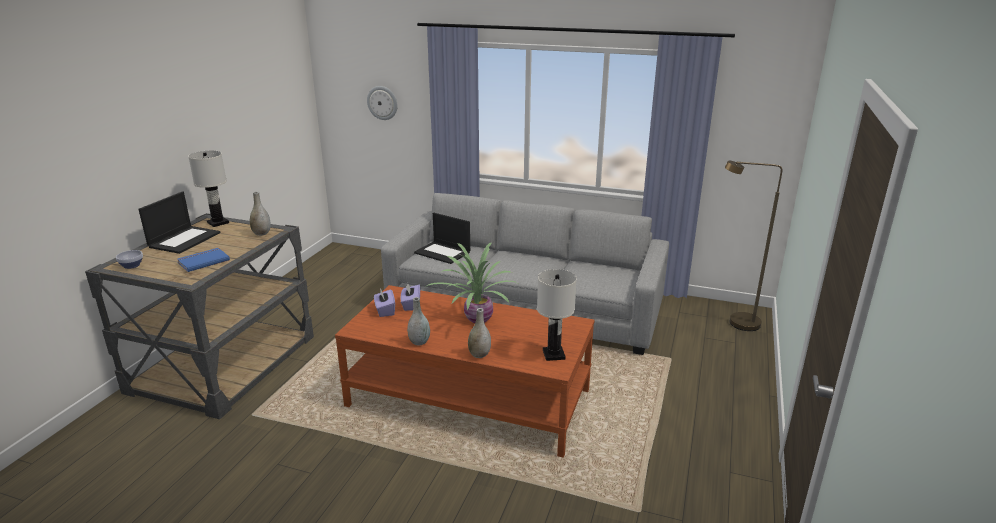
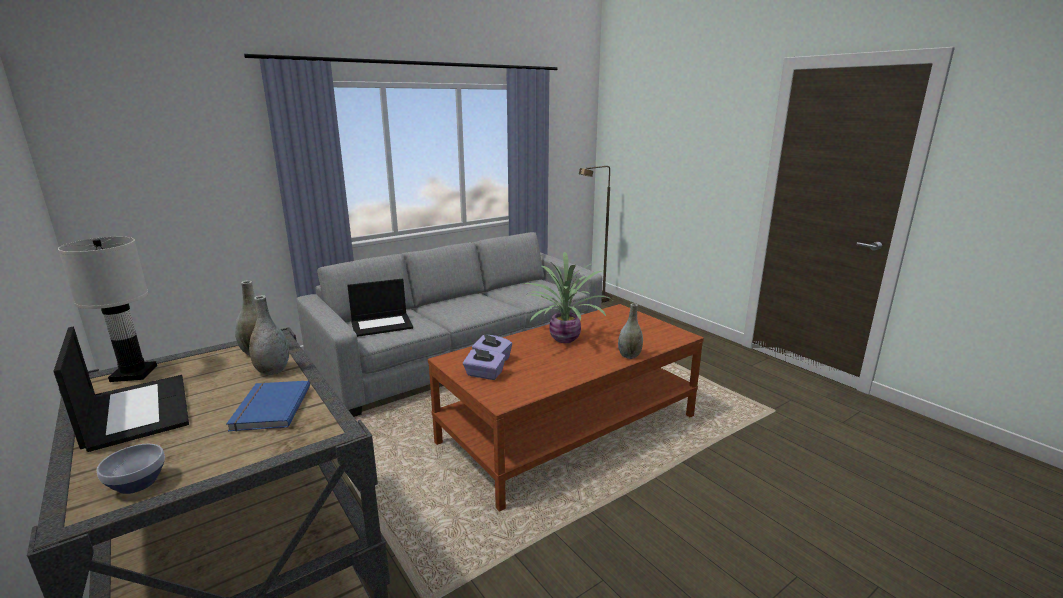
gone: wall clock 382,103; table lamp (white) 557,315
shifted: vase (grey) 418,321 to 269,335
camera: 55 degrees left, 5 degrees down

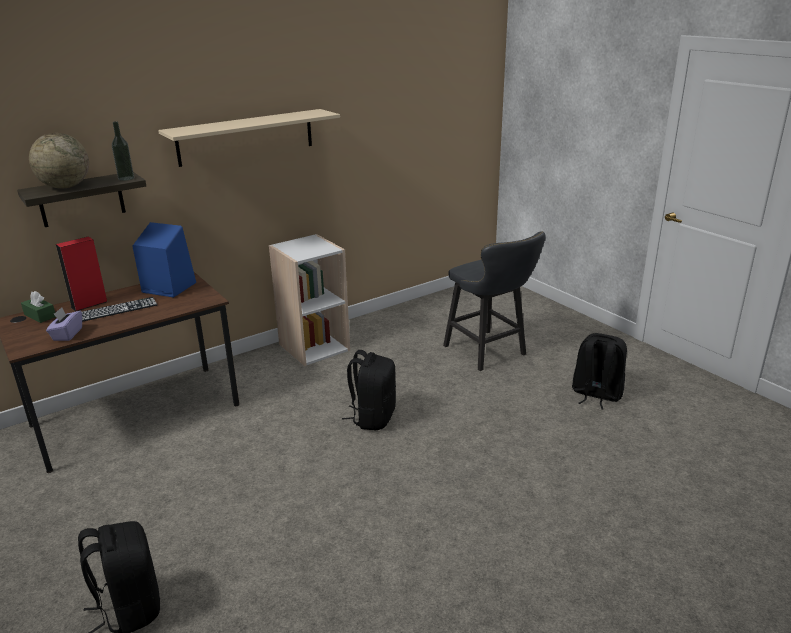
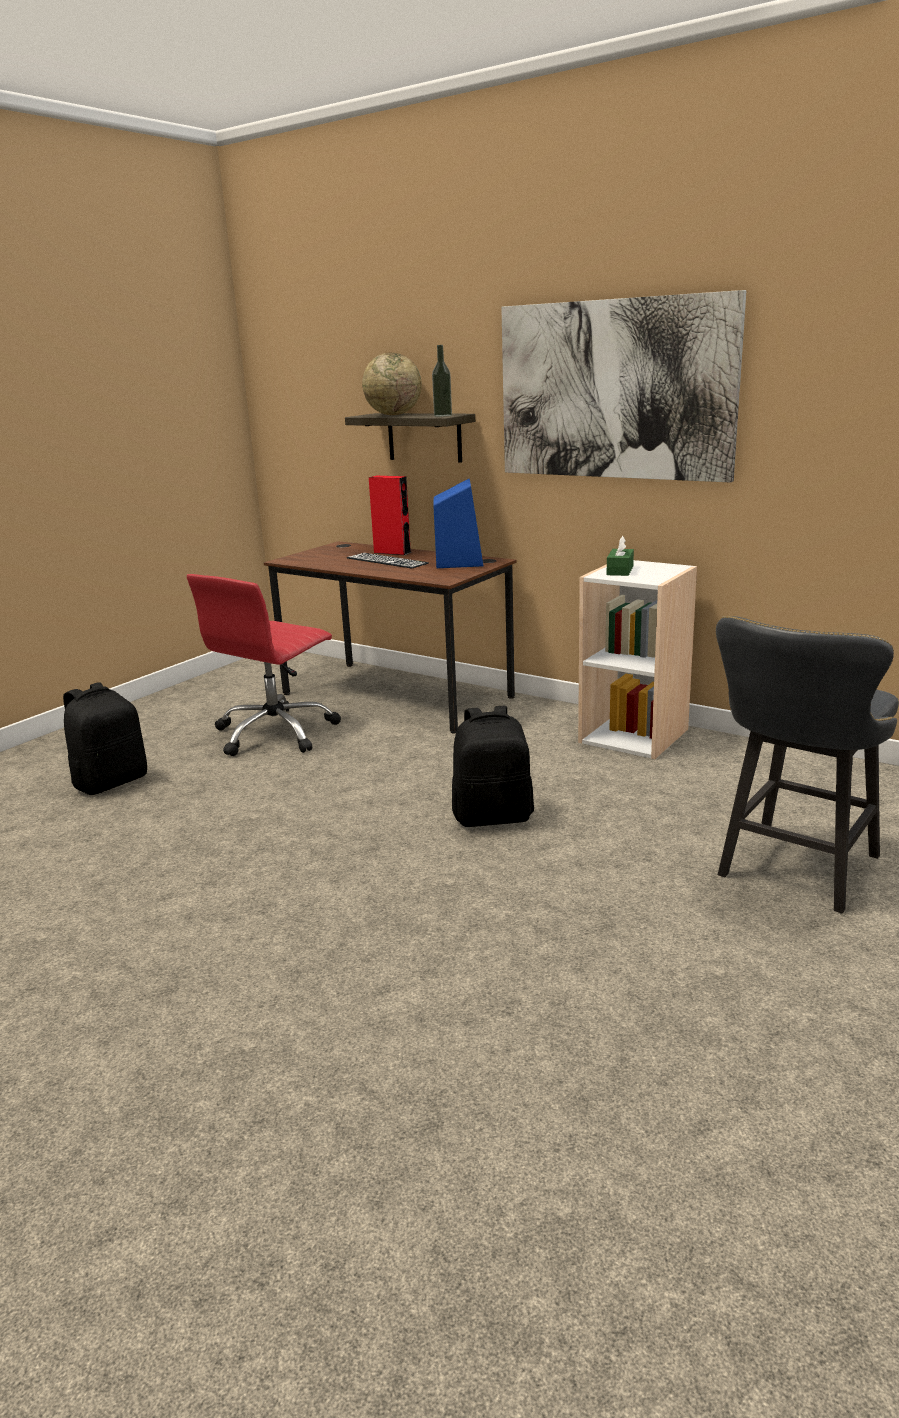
gone: tissue box (purple) 64,324; backpack (black) 599,371
new: office chair (red) 264,665
shifted: tissue box (green) 38,307 to 620,556
swapped: shelf (beige) 249,138 to picture 623,386
camera: 70 degrees right, 5 degrees down

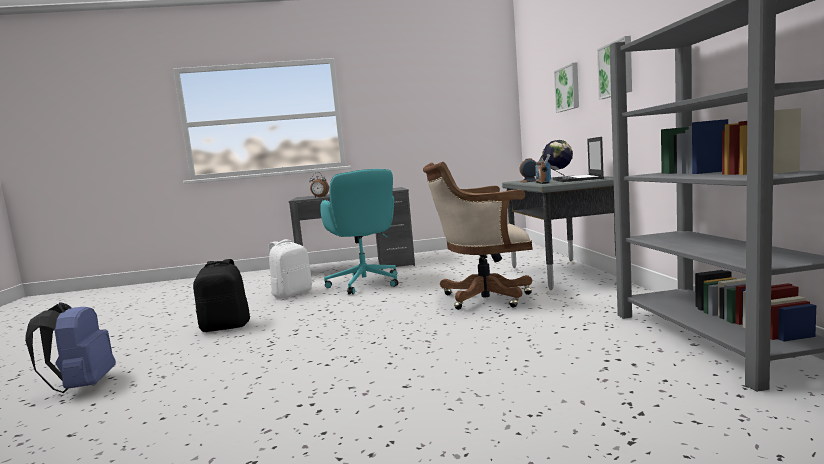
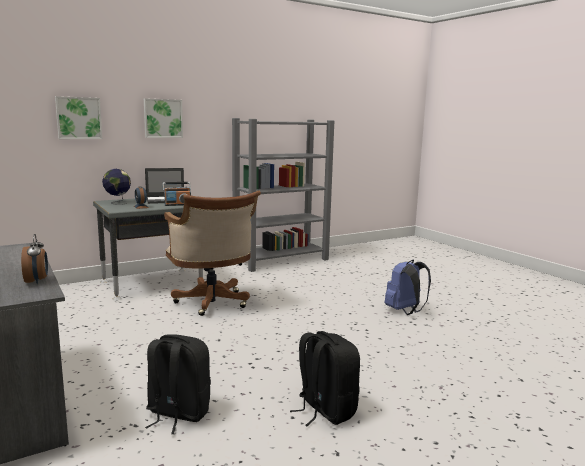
gone: office chair (turquoise) 359,231
shifted: backpack (blue) 70,347 to 407,287
repainted: backpack (white) 290,268 to backpack (black) 178,384
camera: 115 degrees left, 5 degrees up

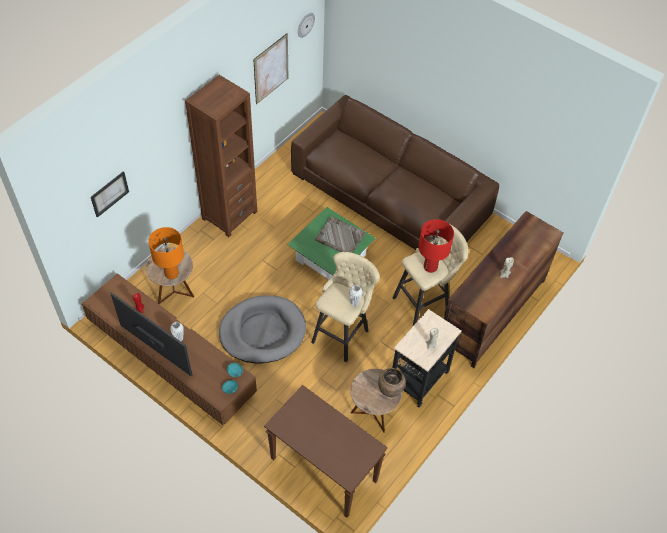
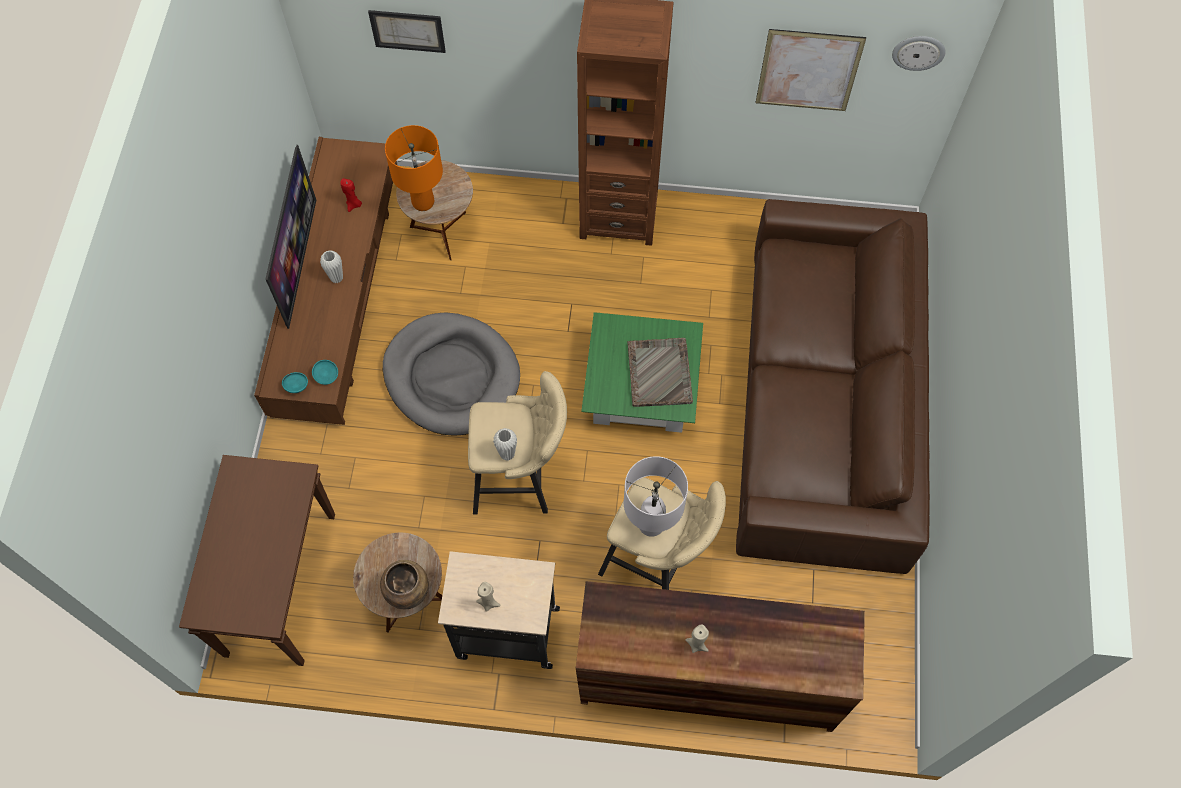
repainted: table lamp (red) 436,246 to table lamp (white) 656,496
camera: 60 degrees right, 10 degrees up

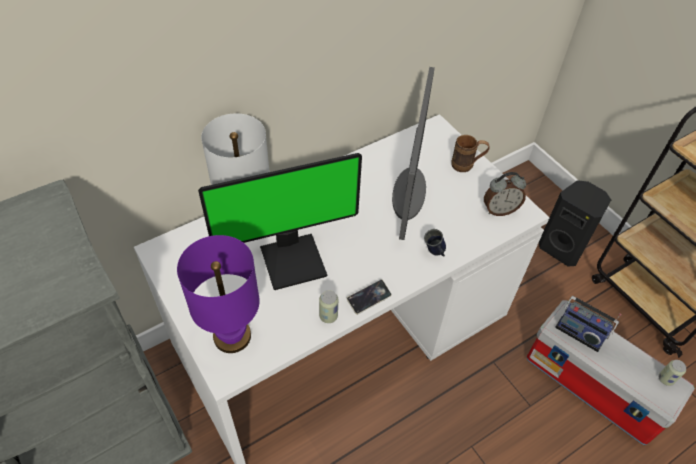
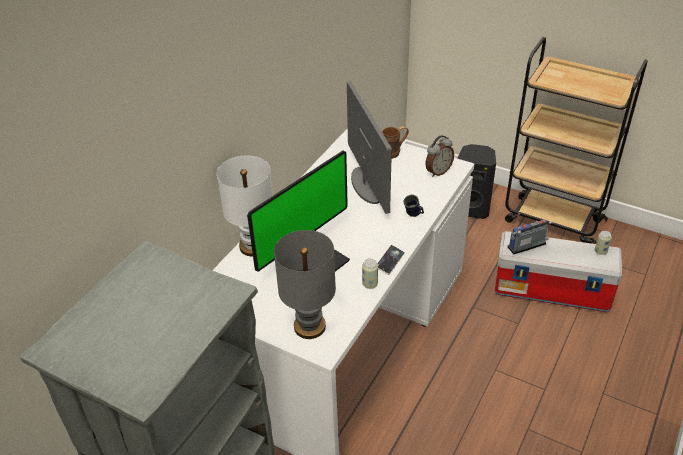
repainted: table lamp (purple) 218,294 to table lamp (grey) 305,284
rotated: radio 588,324 = 530,233 150 degrees clockwise
camera: 25 degrees left, 10 degrees down

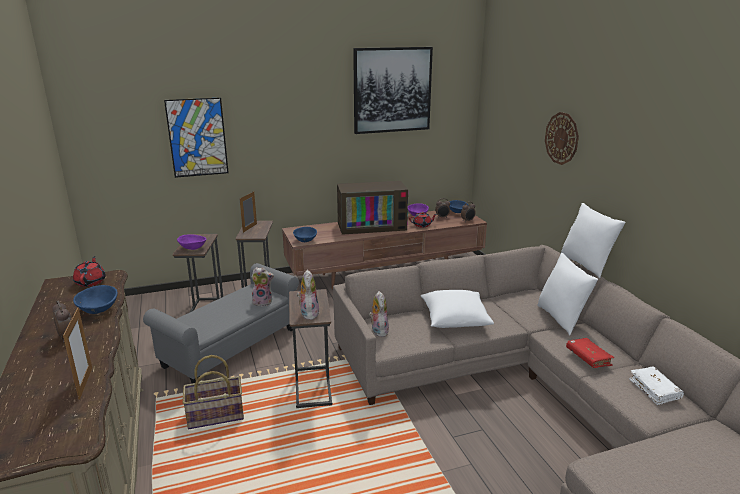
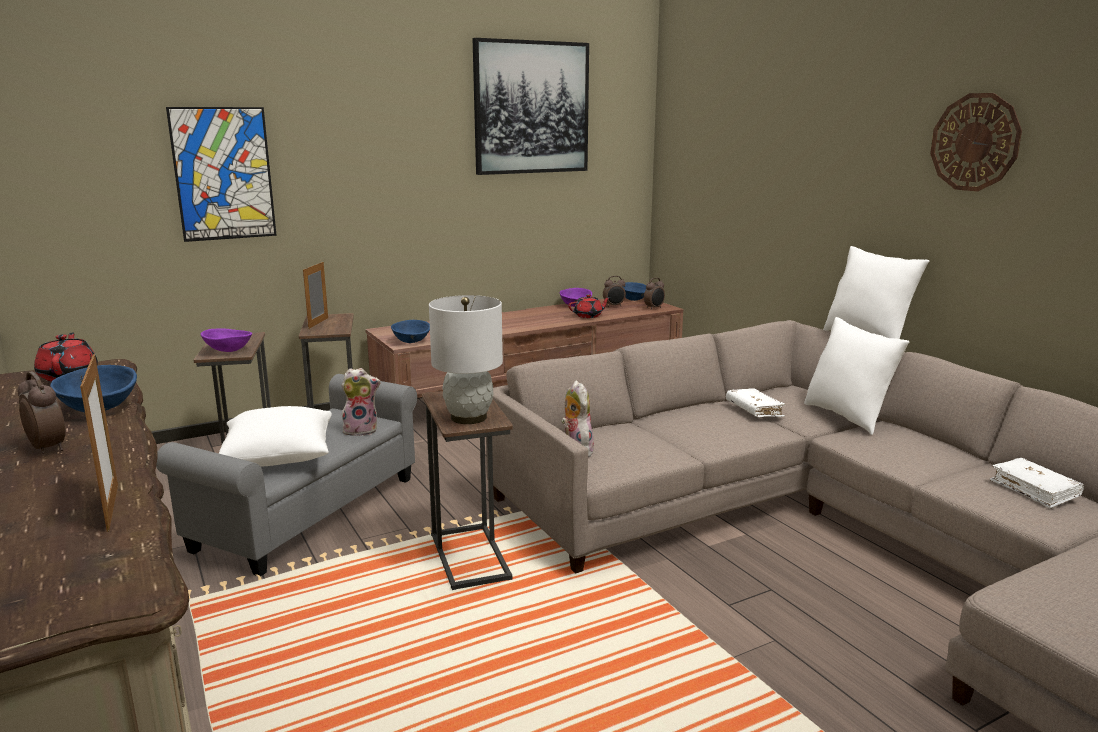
gone: basket 213,392; television 372,208; book (red) 590,353
new: book (white) 756,403
shifted: pillow (white) 457,309 to 275,436; wall clock 562,138 to 976,142
swapped: plush toy 308,294 to table lamp (white) 466,359
camera: 10 degrees left, 5 degrees down

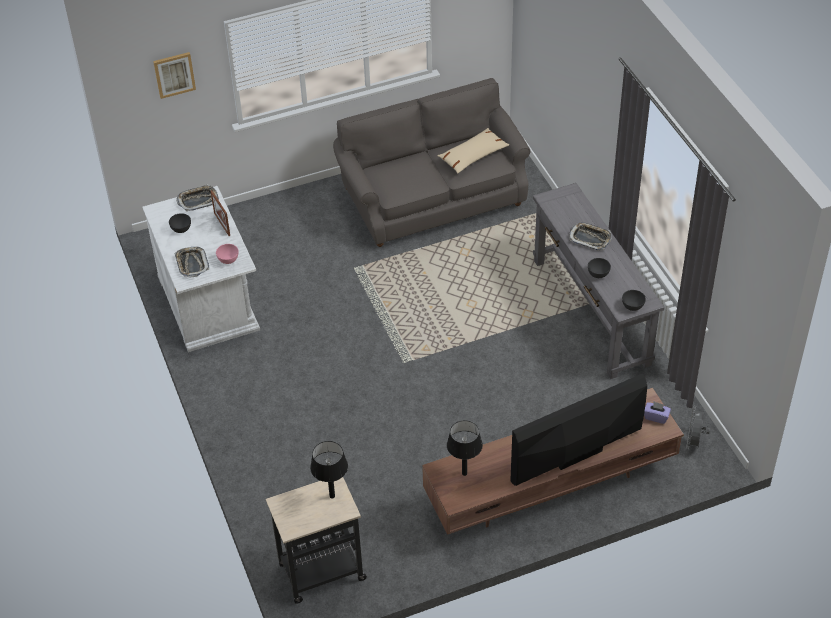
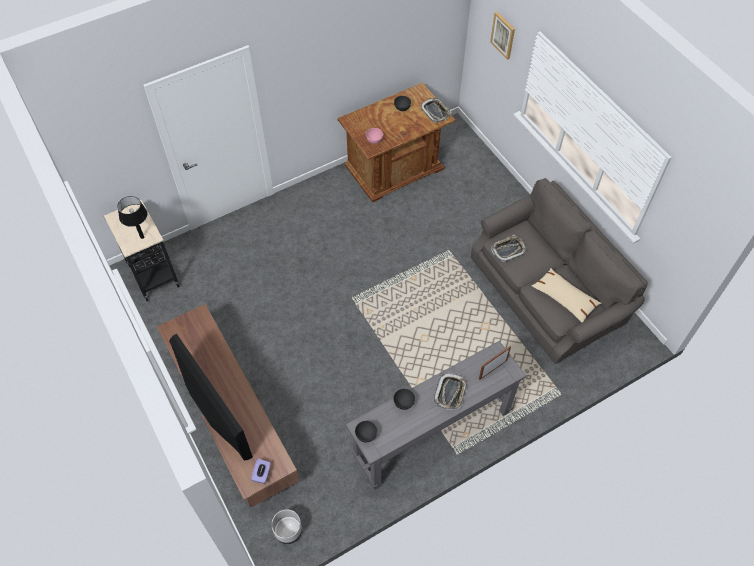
gone: table lamp (black) 465,448
shifted: picture frame 220,213 to 495,363; tray 191,262 to 509,248
swapped: fan (grey) 698,427 to planter (grey) 286,526
repainted: cabinet (white) 201,269 to cabinet (brown) 397,142
camera: 80 degrees right, 10 degrees up

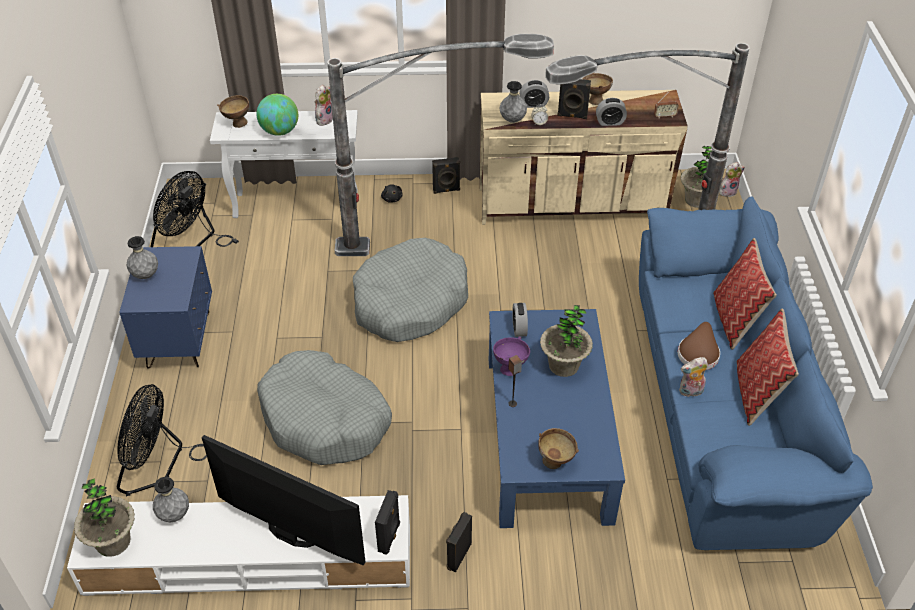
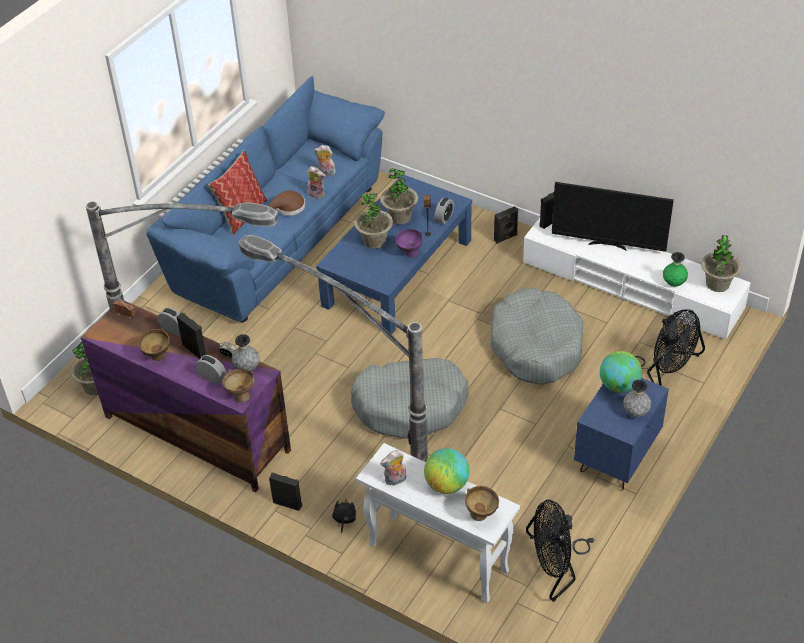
gone: pillow 768,367
new: potted plant 399,196; globe 621,372
shifted: bowl (brown) 558,448 to 238,386; plush toy 732,179 to 325,160; alarm clock 520,320 to 444,211
repainted: cabinet (beige) 583,157 to cabinet (purple) 185,395; vase (grey) 171,499 to vase (green) 675,269
rotated: fan (black) 195,209 = 560,551 105 degrees clockwise; television 283,500 = 613,217 45 degrees counterclockwise
camera: 145 degrees left, 0 degrees up

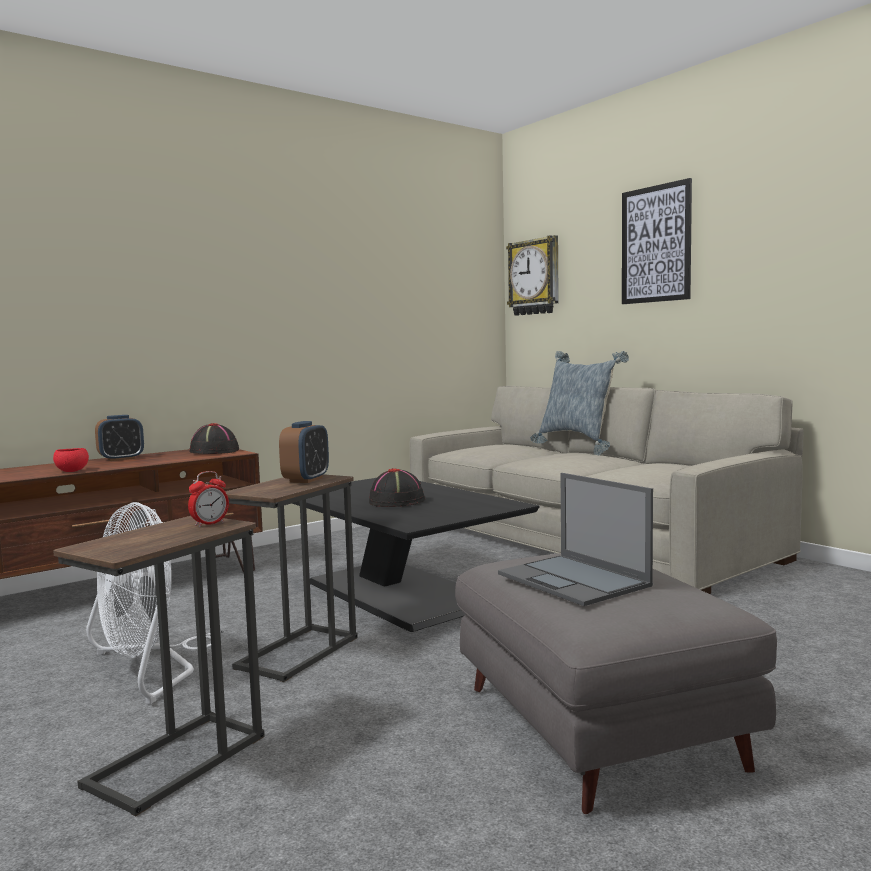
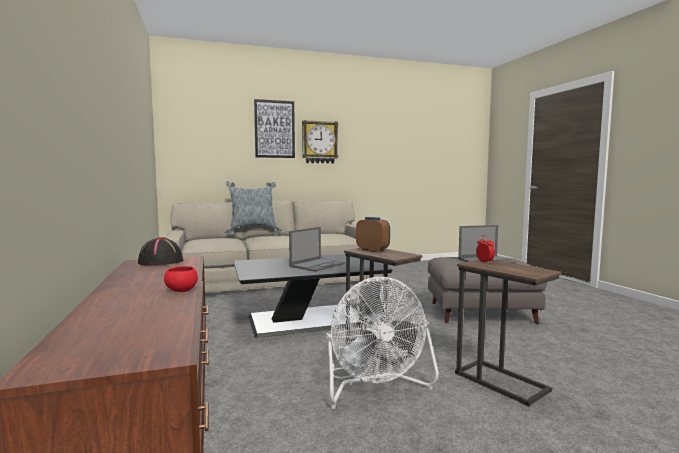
gone: alarm clock 119,438
shifted: wall clock 532,275 to 320,142
swapped: hat (black) 397,487 to laptop 317,249
camera: 70 degrees left, 0 degrees up

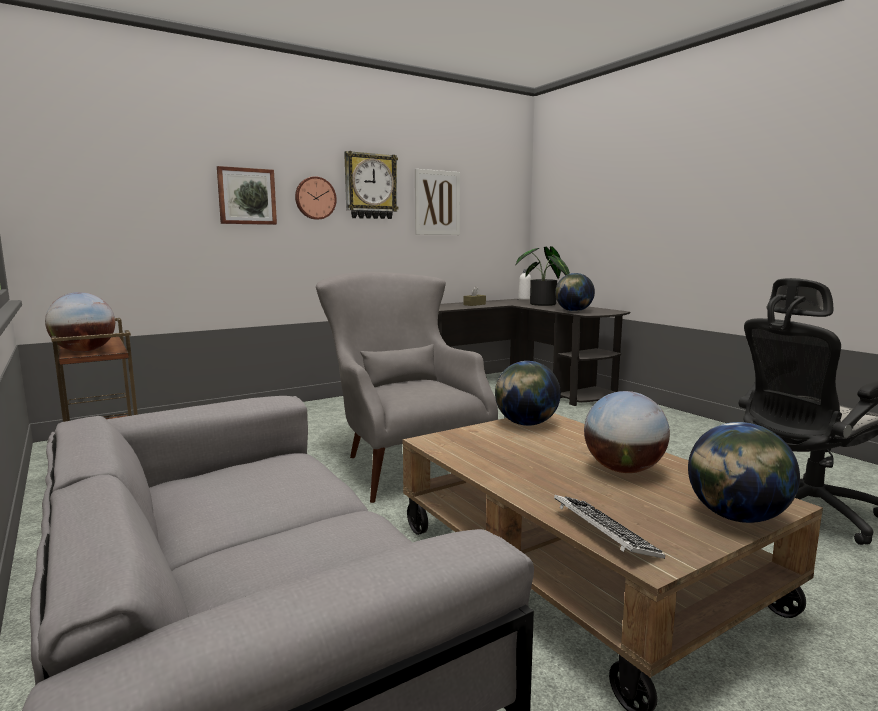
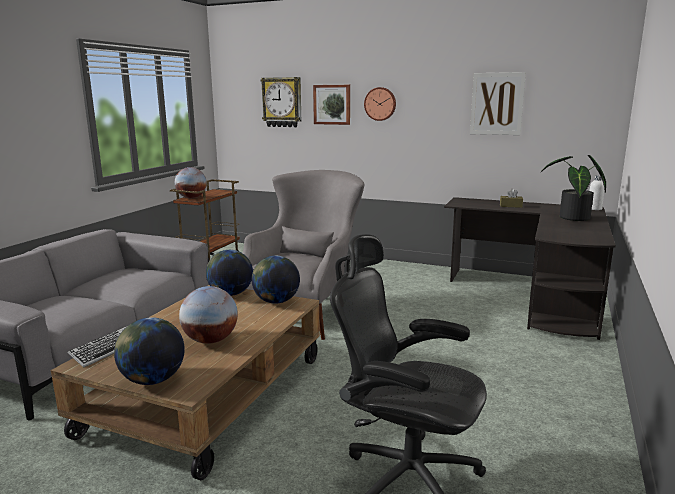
shifted: globe 575,292 to 229,273; wall clock 371,185 to 280,102
camera: 55 degrees right, 5 degrees up

